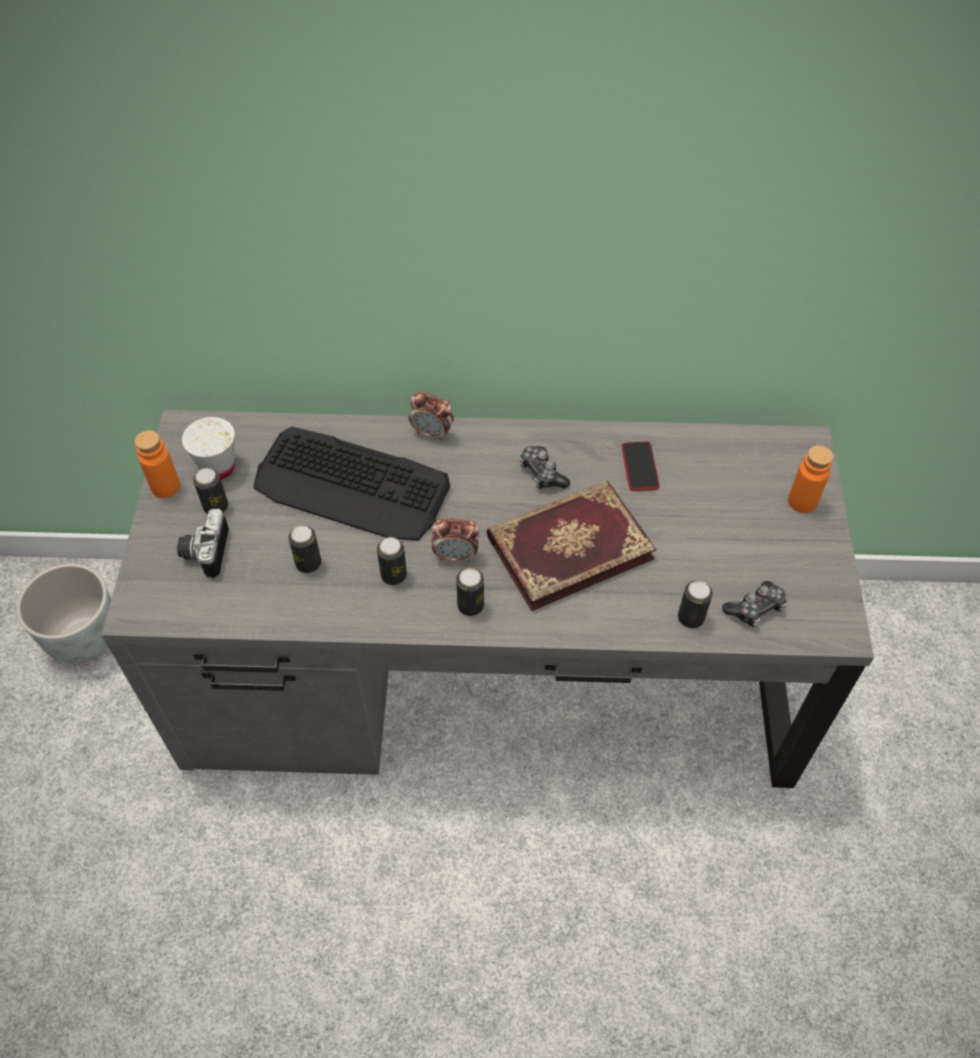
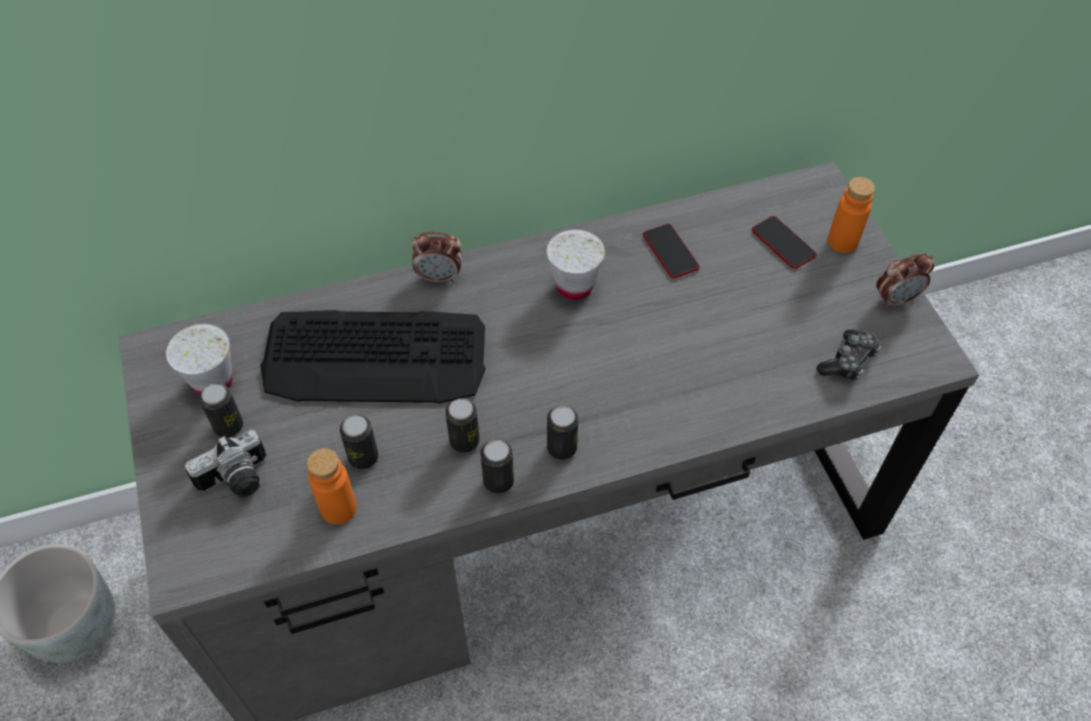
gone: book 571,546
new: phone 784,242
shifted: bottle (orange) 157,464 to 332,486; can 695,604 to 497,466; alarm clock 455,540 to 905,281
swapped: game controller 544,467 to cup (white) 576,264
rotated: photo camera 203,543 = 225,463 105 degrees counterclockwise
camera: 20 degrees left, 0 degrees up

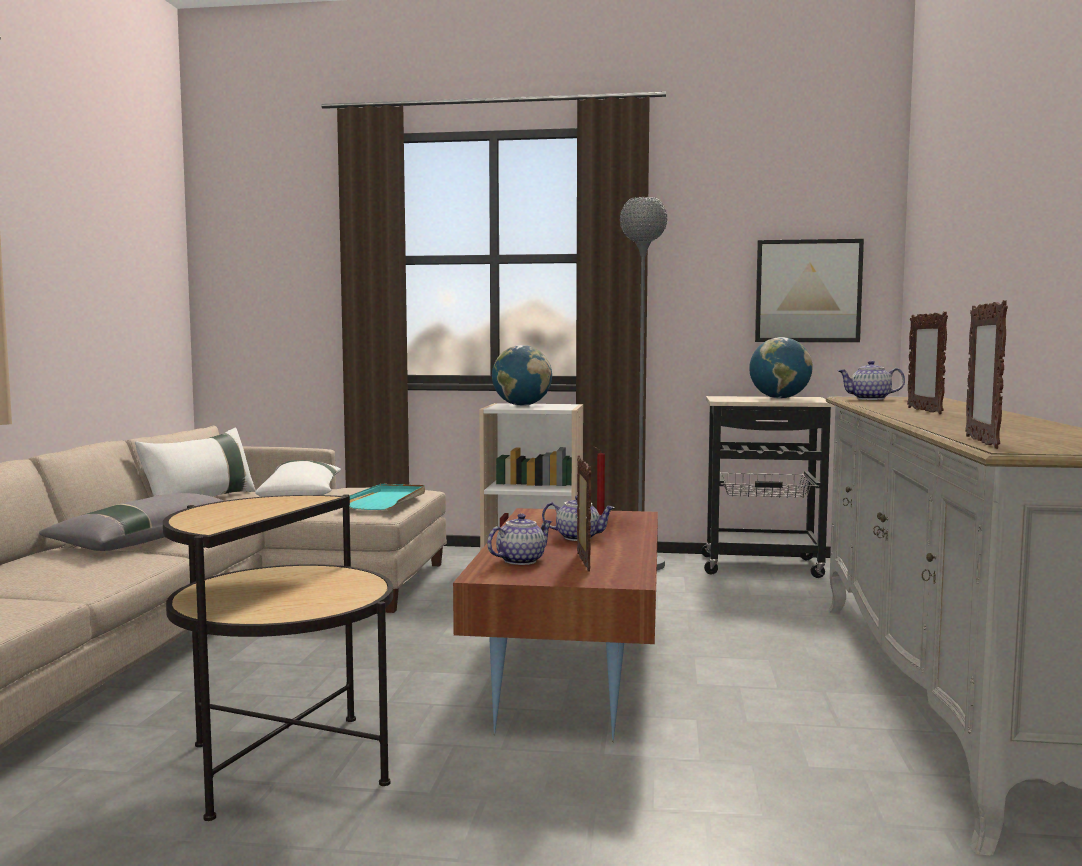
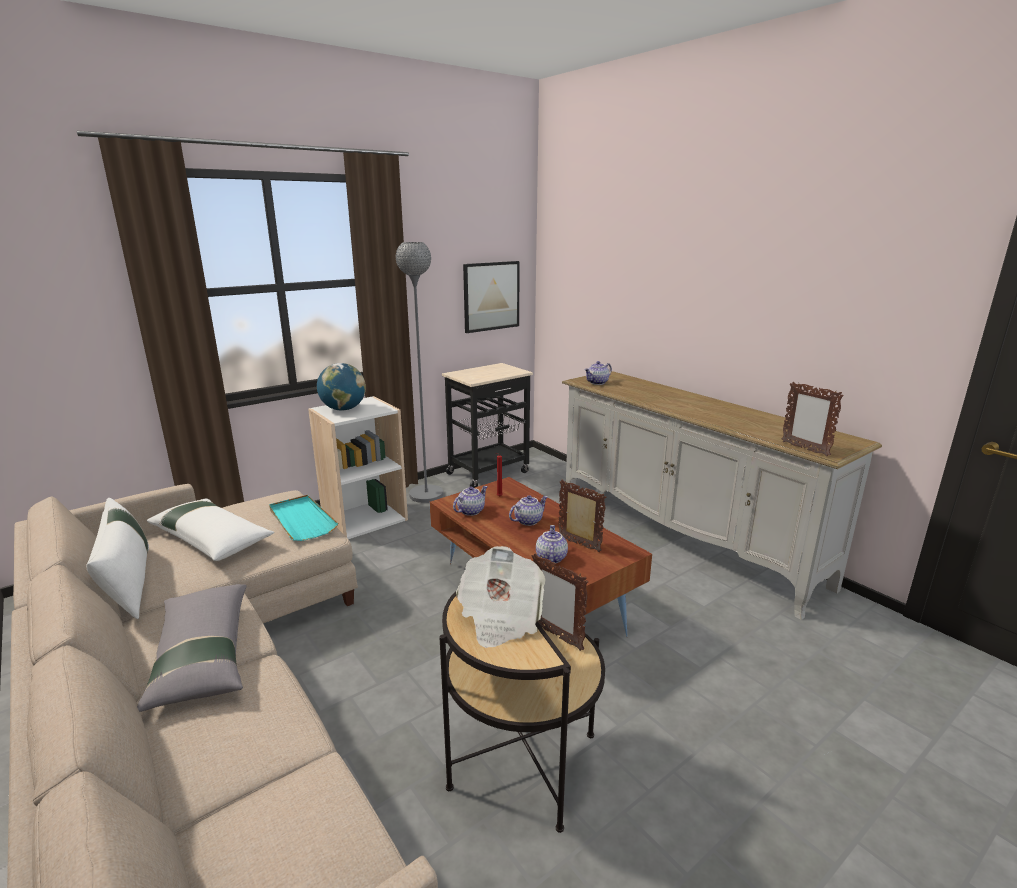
gone: globe 781,368
new: teapot 470,501; newspaper 501,597
shifted: picture frame 927,362 to 560,602
camera: 45 degrees left, 15 degrees up

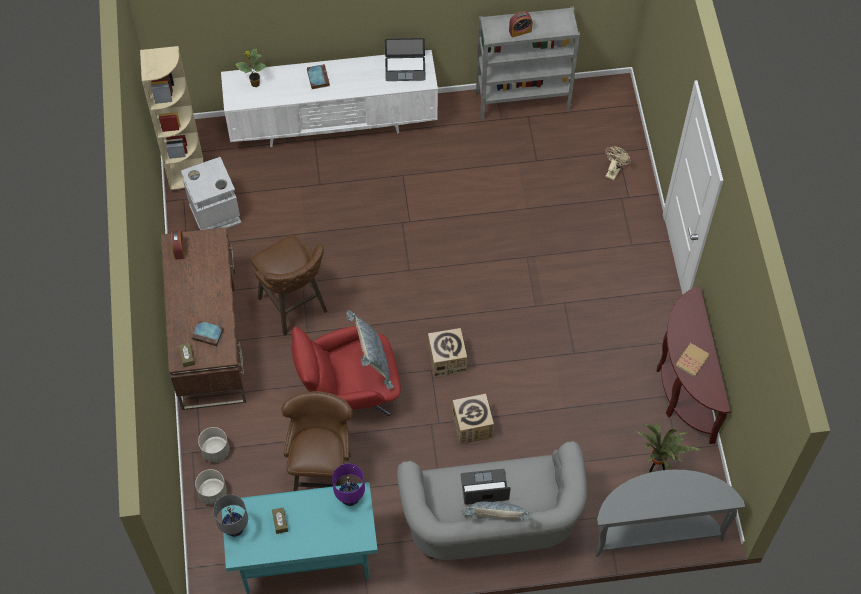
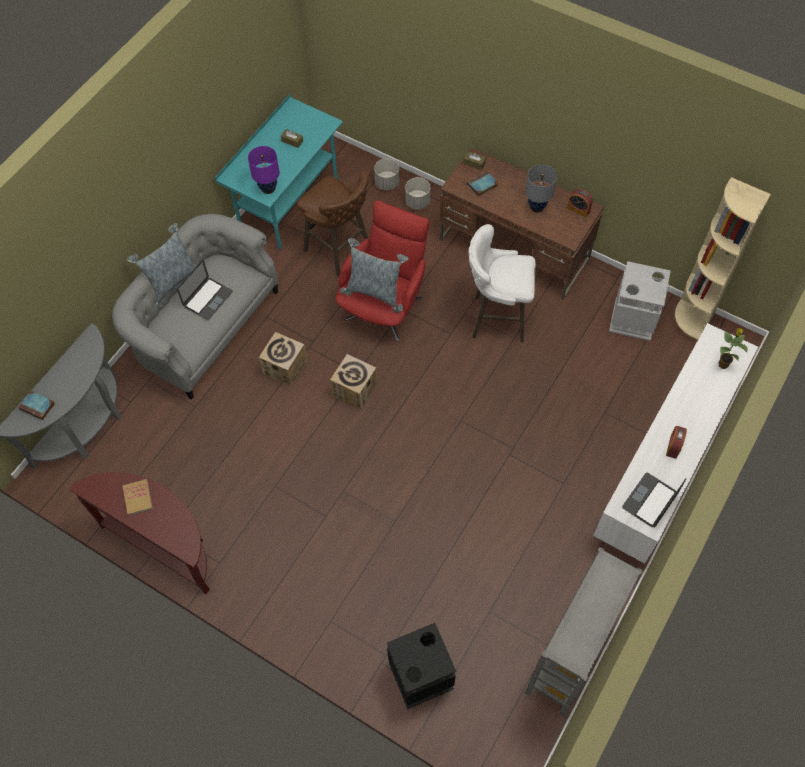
gone: potted plant 667,448
shifted: book 318,76 to 36,405; table lamp (grey) 230,515 to 541,188; alarm clock 521,24 to 676,442
swapped: fan (beige) 618,164 to trash can (black) 421,666
repainted: stool (brown) 289,285 to stool (white) 502,283
camera: 130 degrees right, 0 degrees up

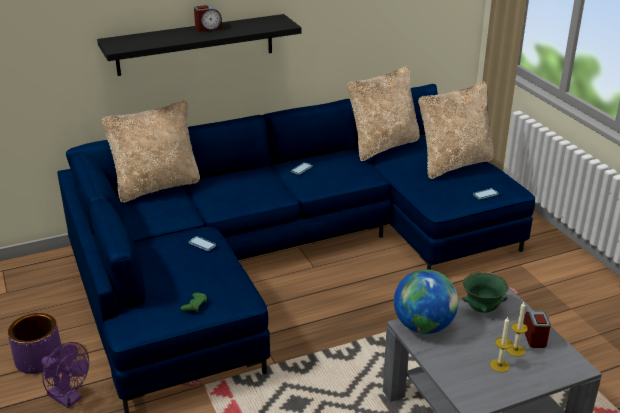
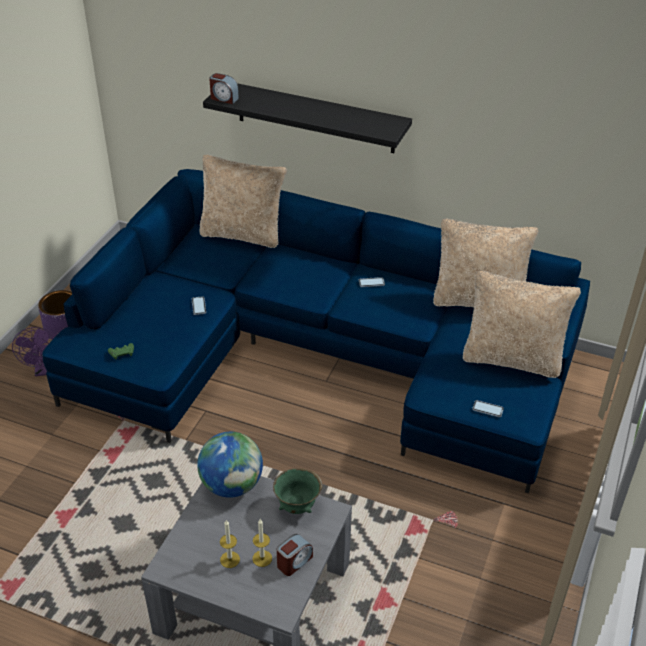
shifted: alarm clock 208,18 to 224,88
camera: 45 degrees right, 10 degrees up

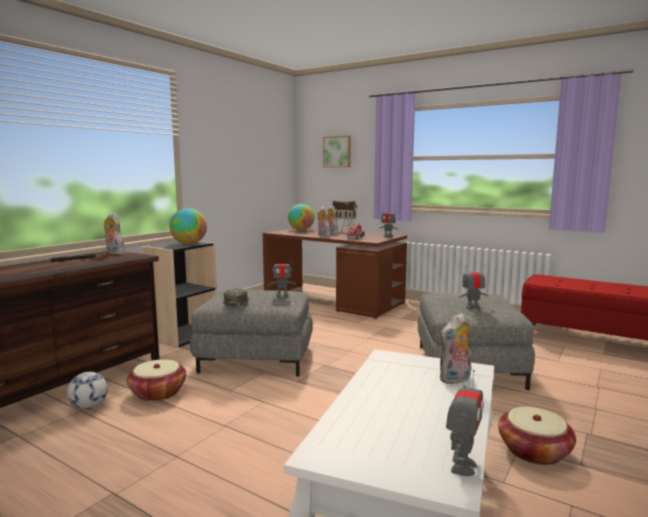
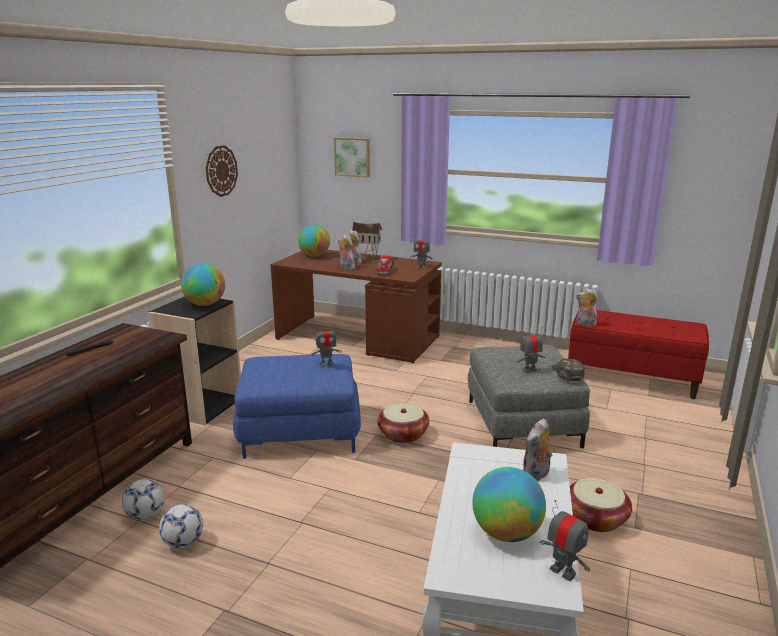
new: football 181,526; wall clock 222,171; globe 509,504
shifted: basket 156,380 to 403,423; cap (green) 236,297 to 568,369; plush toy 114,233 to 587,307
repainted: ottoman (grey) 251,333 to ottoman (blue) 297,406
rotated: toy robot 465,423 = 565,540 60 degrees counterclockwise
camera: 10 degrees left, 10 degrees up

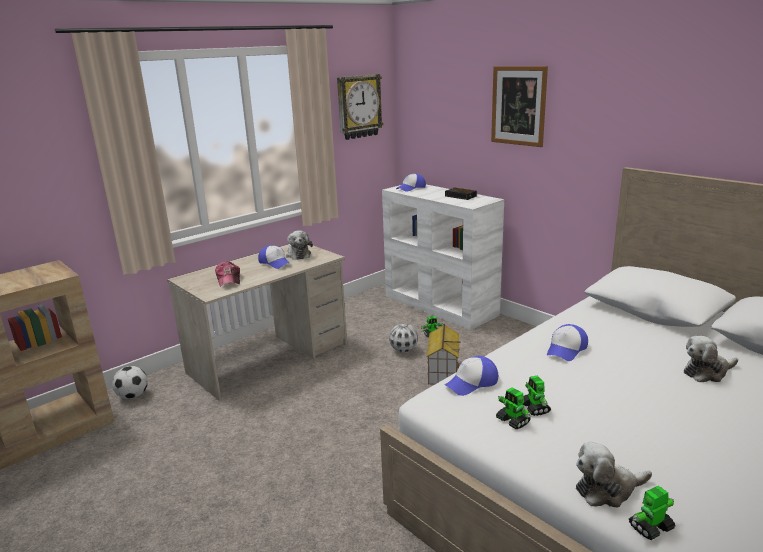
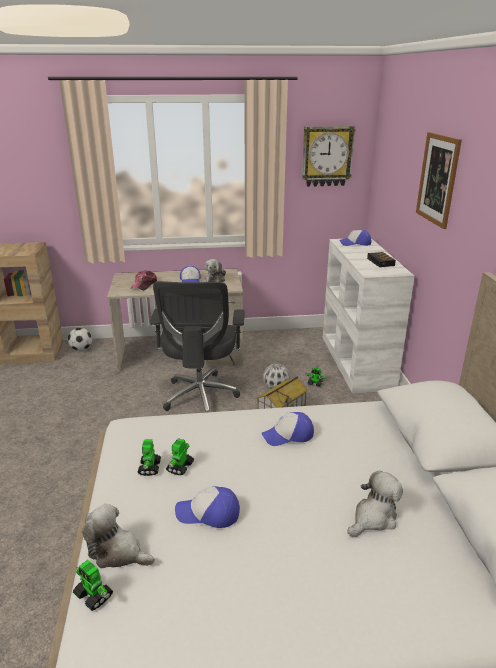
new: office chair 197,346
shifted: cap 471,376 to 207,507
rotated: toy robot 652,513 = 93,585 150 degrees counterclockwise; plush toy 711,359 = 375,503 120 degrees clockwise
camera: 35 degrees right, 5 degrees up

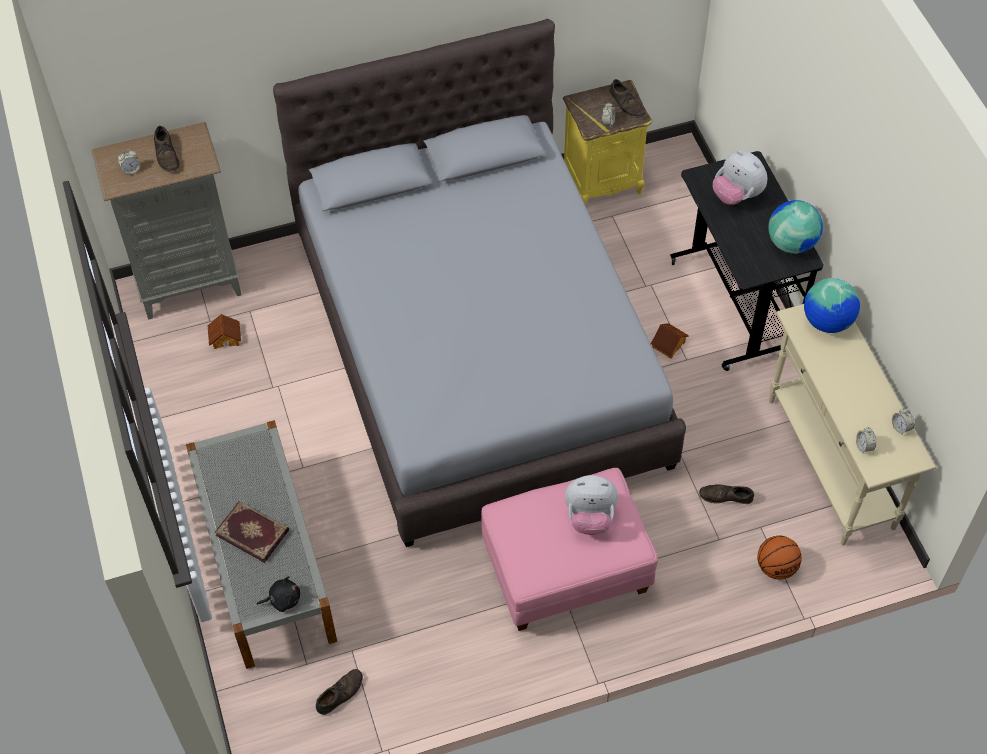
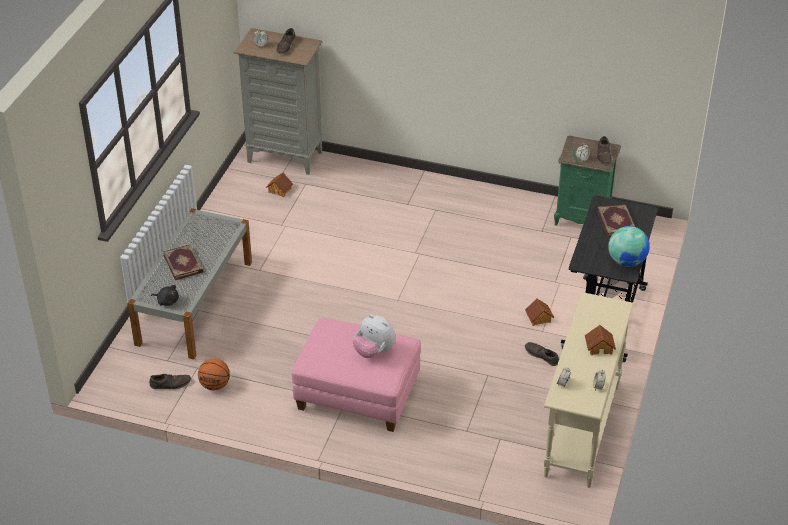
gone: bed (grey) 479,283; globe 832,305
new: toy house 600,340
shifted: basketball 779,557 to 214,374; shoe (brown) 726,494 to 542,354
swapped: plush toy 740,177 to book 616,220
repainted: nightstand (yellow) 607,143 to nightstand (green) 587,180
camera: 35 degrees right, 15 degrees down

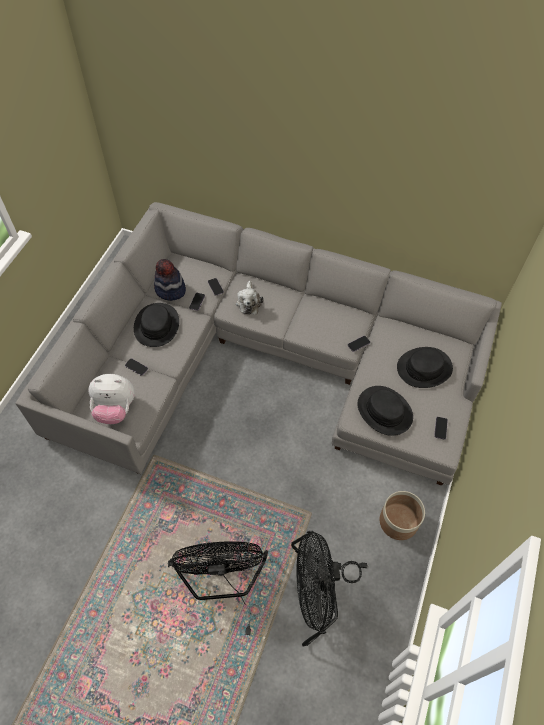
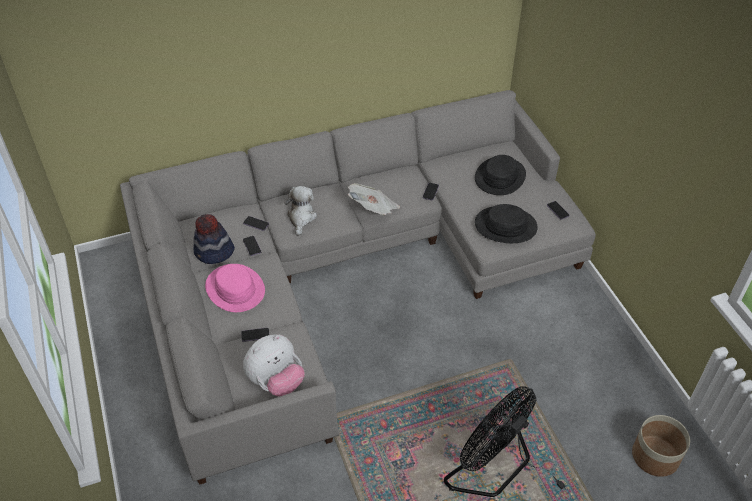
gone: fan (black) 329,589
new: newspaper 374,199
shifted: planter 402,515 to 661,446
repainted: hat (black) 156,325 to hat (pink) 235,288
rotated: plush toy 250,297 = 301,211 135 degrees counterclockwise
camera: 40 degrees left, 10 degrees down

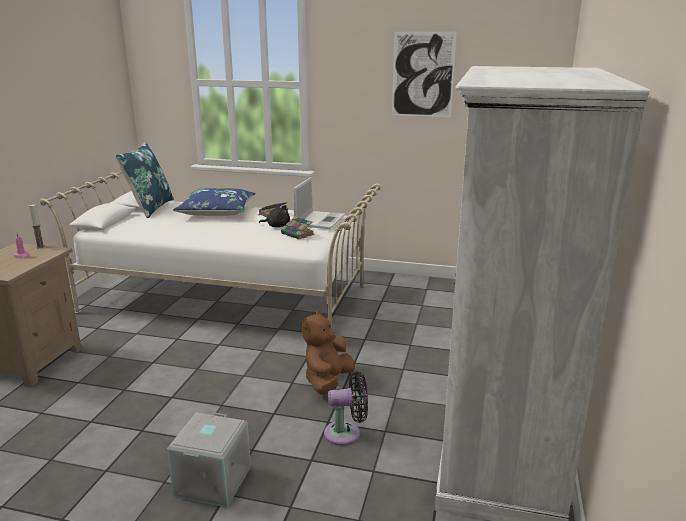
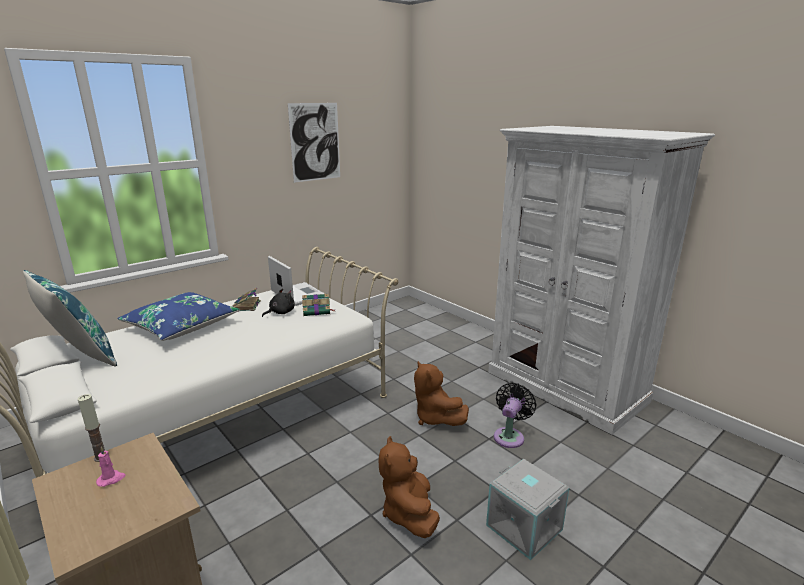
new: plush toy (brown) 409,487
camera: 55 degrees left, 0 degrees up

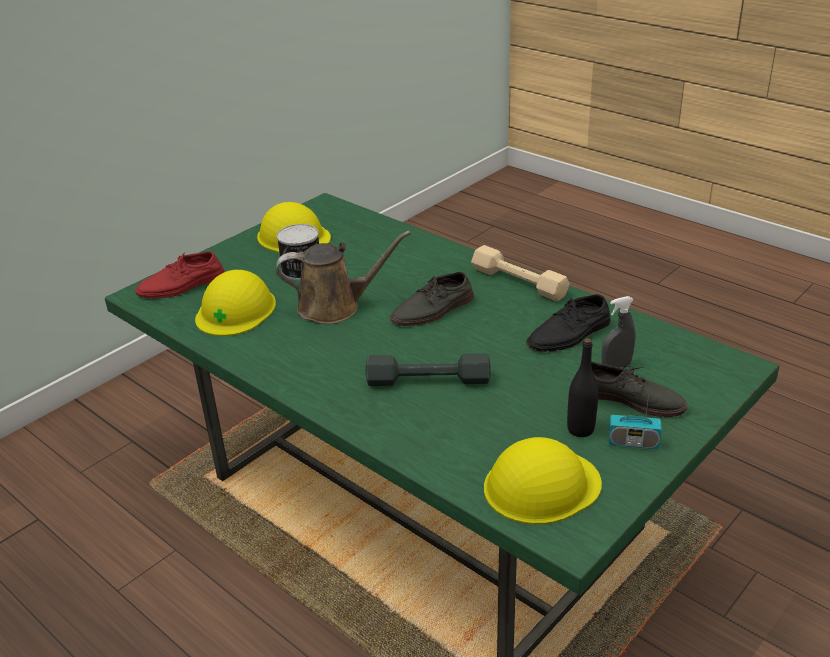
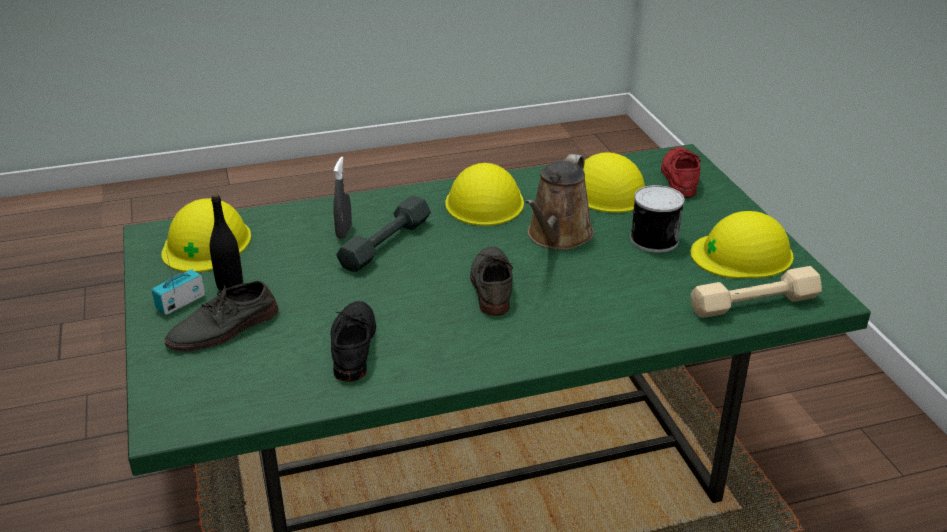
new: hard hat (yellow) 484,194
shifted: spray bottle (grey) 618,332 to 342,197; dumbbell (beige) 520,273 to 756,292
camera: 120 degrees right, 0 degrees up

